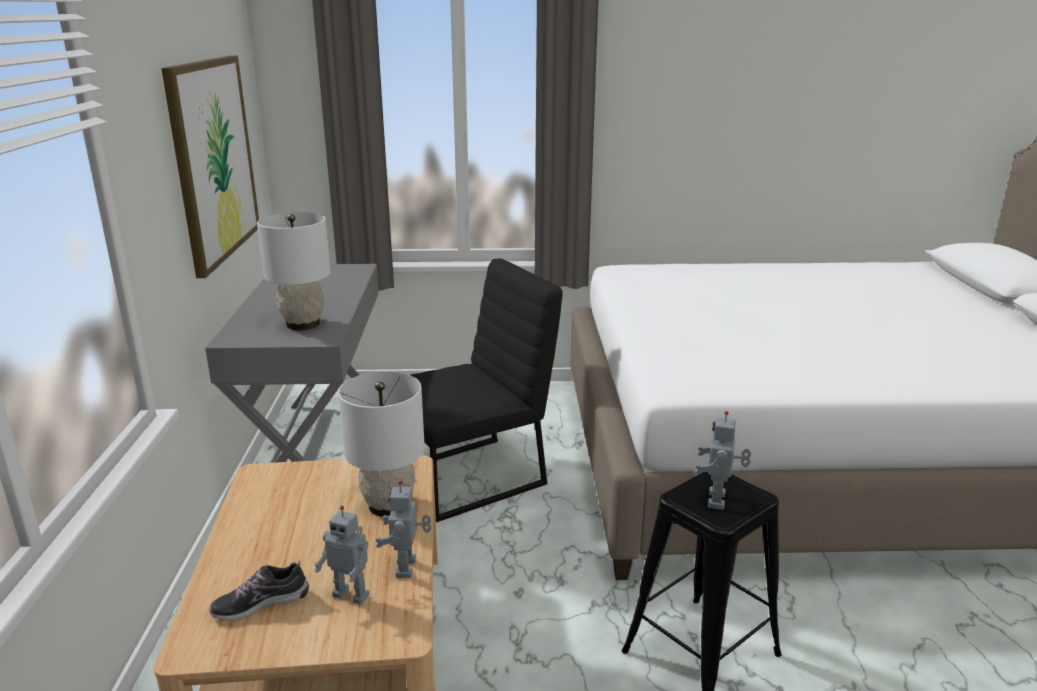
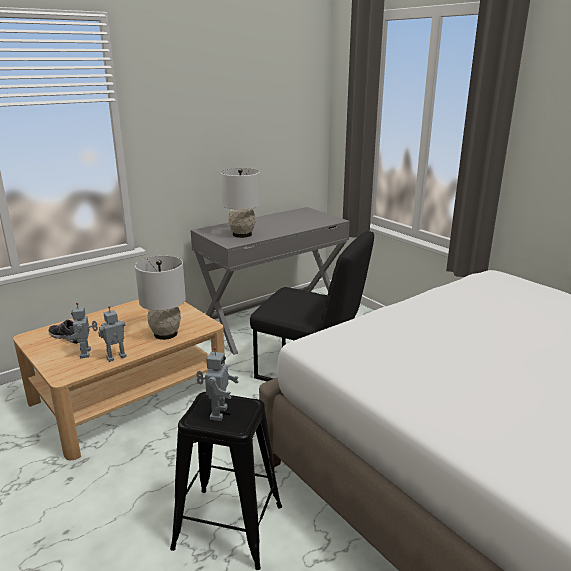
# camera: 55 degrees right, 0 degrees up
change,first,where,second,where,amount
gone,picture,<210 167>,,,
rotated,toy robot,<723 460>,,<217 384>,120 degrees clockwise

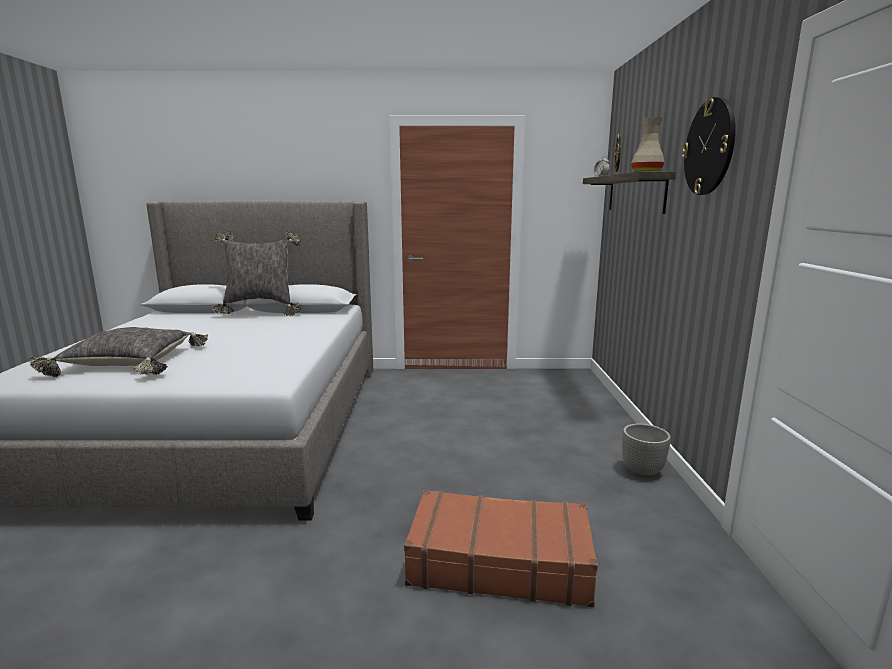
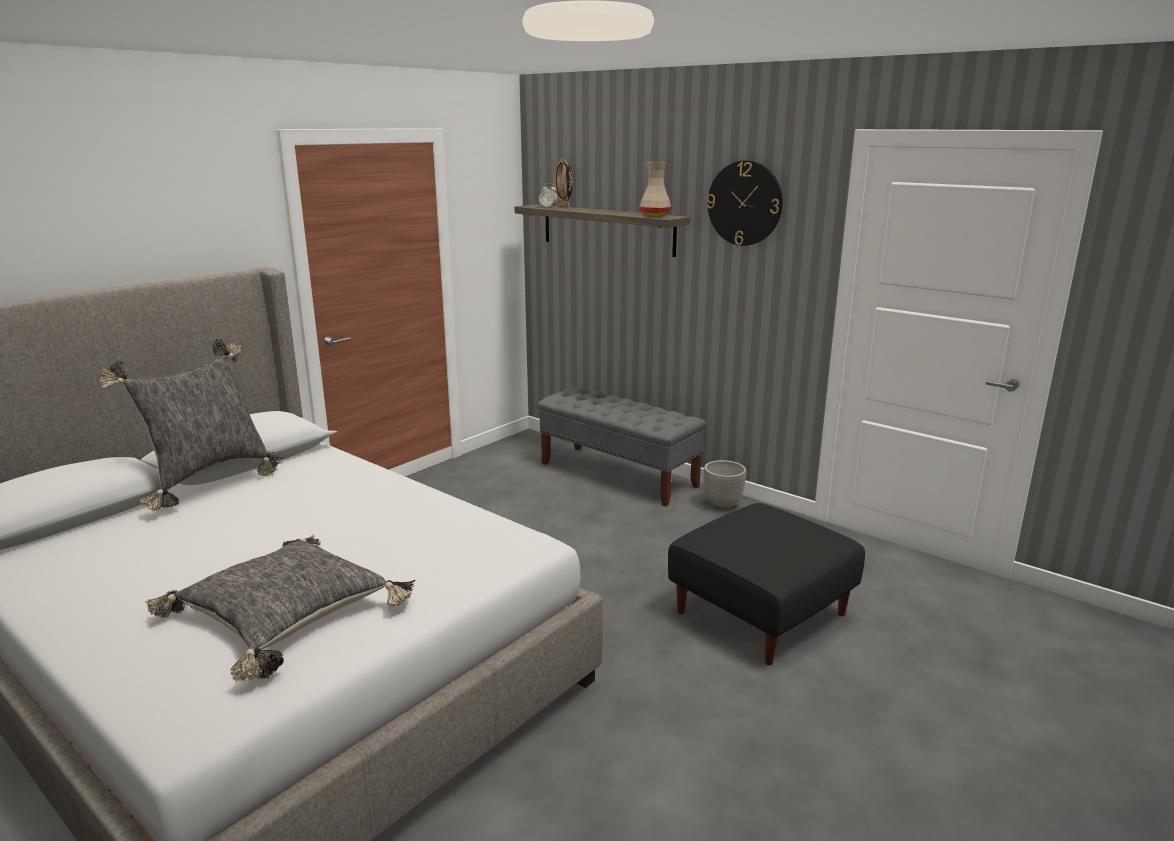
# camera: 50 degrees left, 5 degrees up
change,first,where,second,where,amount
new,,,bench in grey,<622 447>,
swapped,suitcase in brown,<501 549>,ottoman in black,<766 584>,

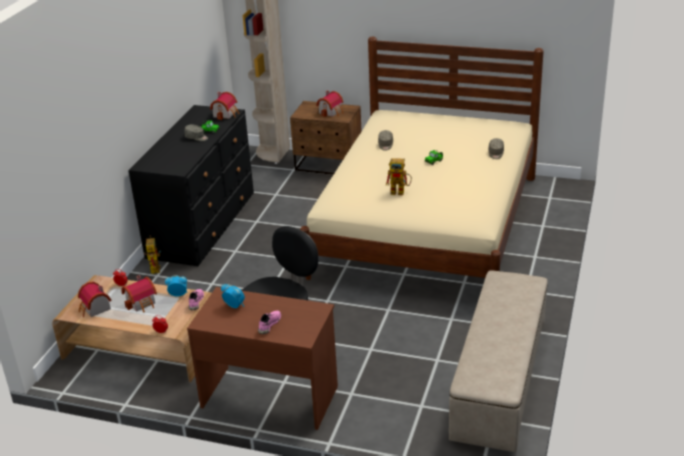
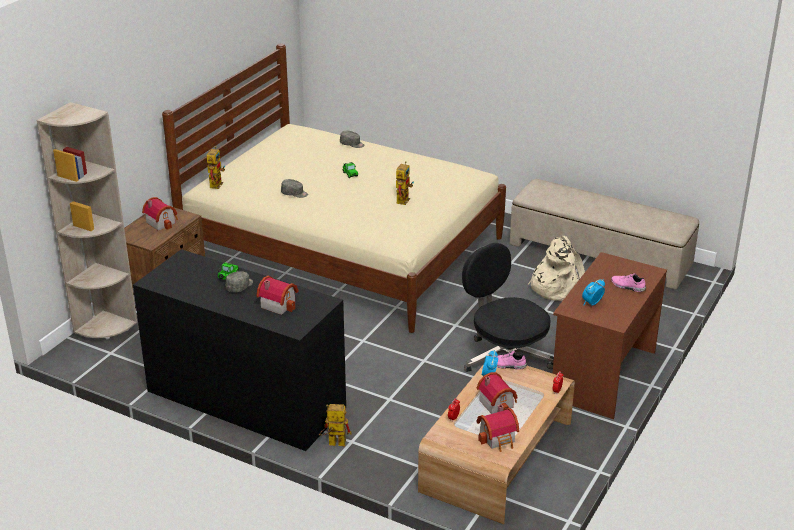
# camera: 80 degrees left, 0 degrees up
change,first,where,second,where,amount
new,,,toy robot,<216 167>,
new,,,backpack in beige,<556 268>,
shifted,toy house,<224 106>,,<277 295>,

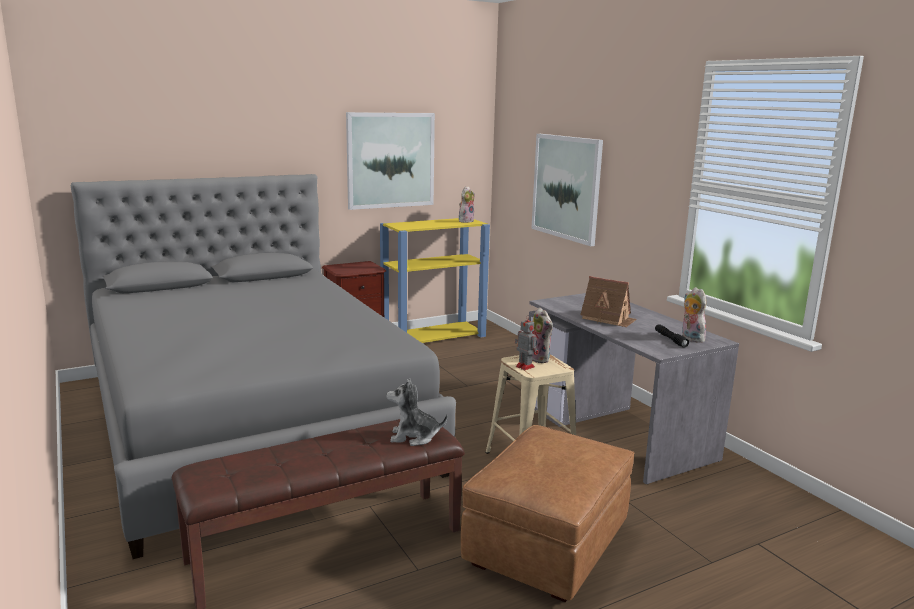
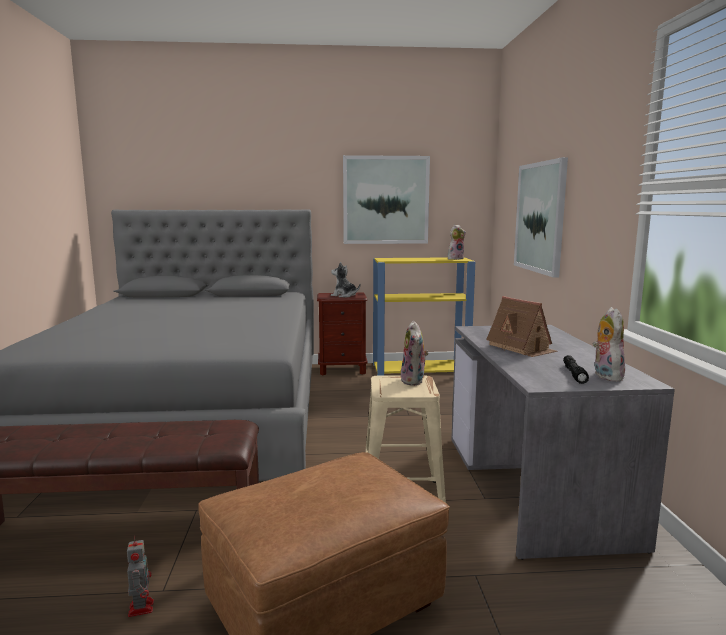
# camera: 25 degrees right, 5 degrees down
change,first,where,second,where,amount
shifted,plush toy,<417 412>,,<345 279>,
shifted,toy robot,<527 342>,,<140 576>,

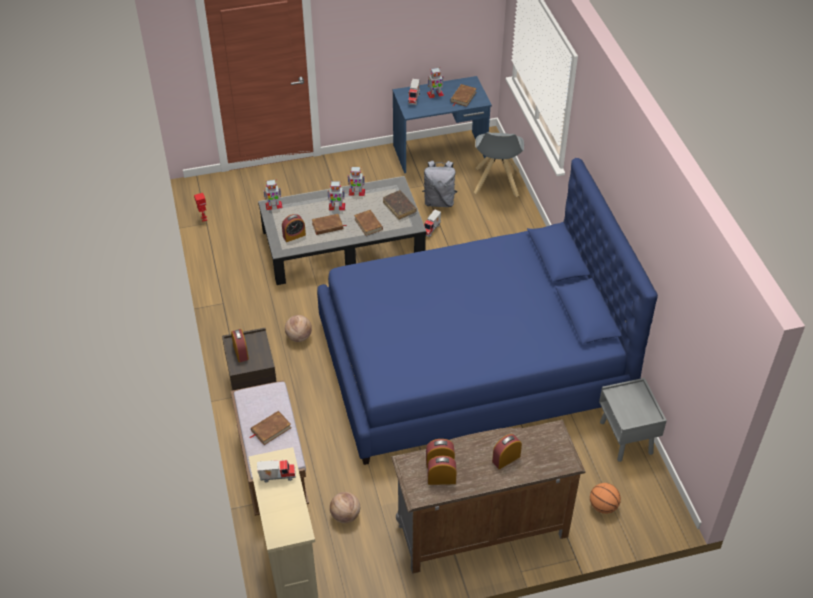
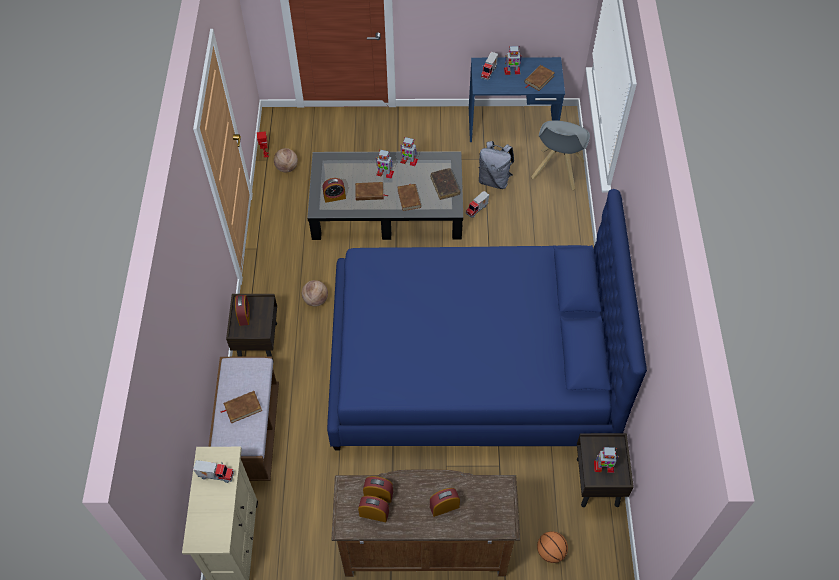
# camera: 15 degrees right, 10 degrees up
change,first,where,second,where,amount
shifted,toy robot,<273 195>,,<606 460>,
shifted,basketball,<345 507>,,<286 160>,
repainted,nightstand in grey,<633 420>,nightstand in brown,<605 470>,

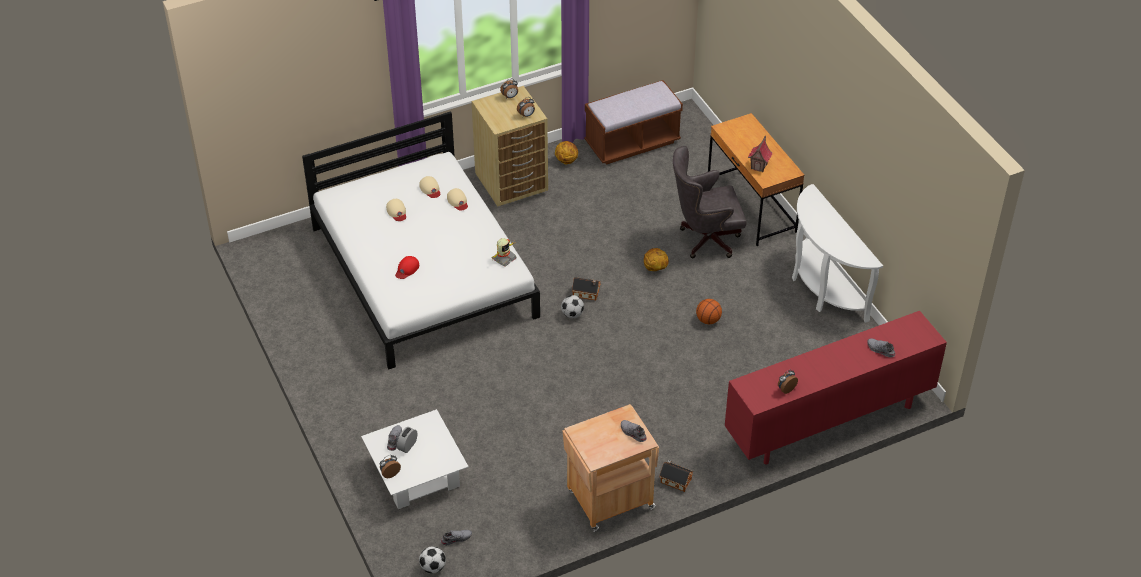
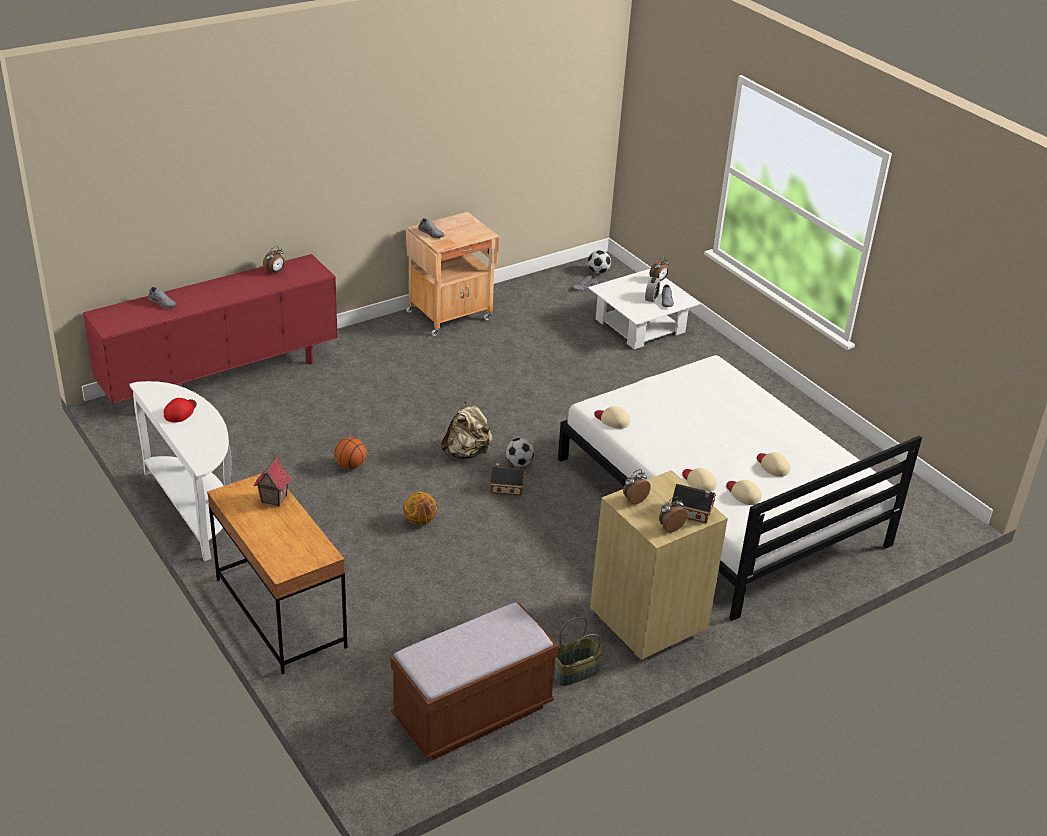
# camera: 170 degrees right, 10 degrees down
change,first,where,second,where,amount
gone,office chair in grey,<710 202>,,,
new,,,backpack in beige,<467 430>,
shifted,cap in red,<407 267>,,<180 410>,
shifted,toy house,<676 476>,,<693 503>,
swapped,toy robot,<504 252>,cap in beige,<612 417>,
swapped,basketball,<566 153>,basket,<578 651>,

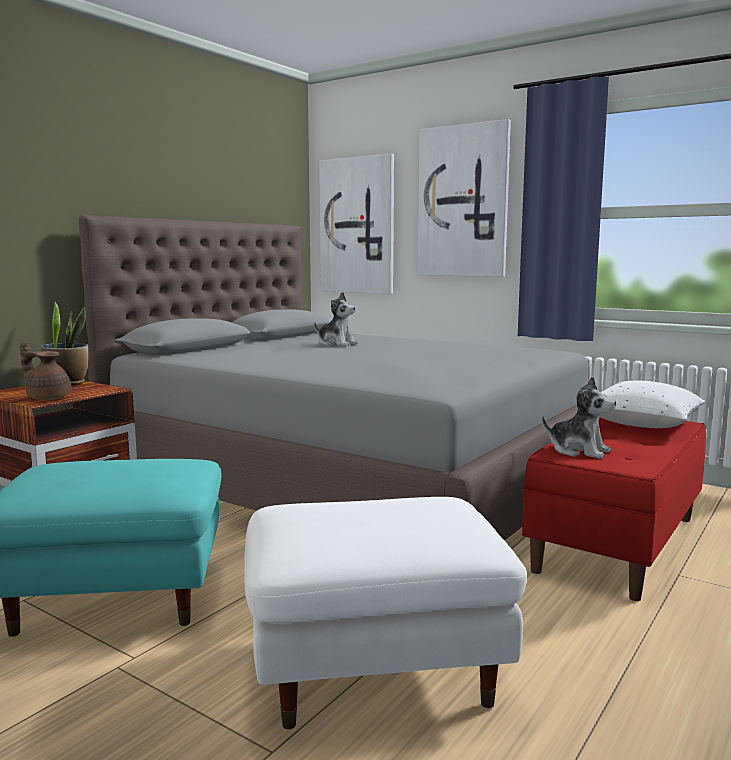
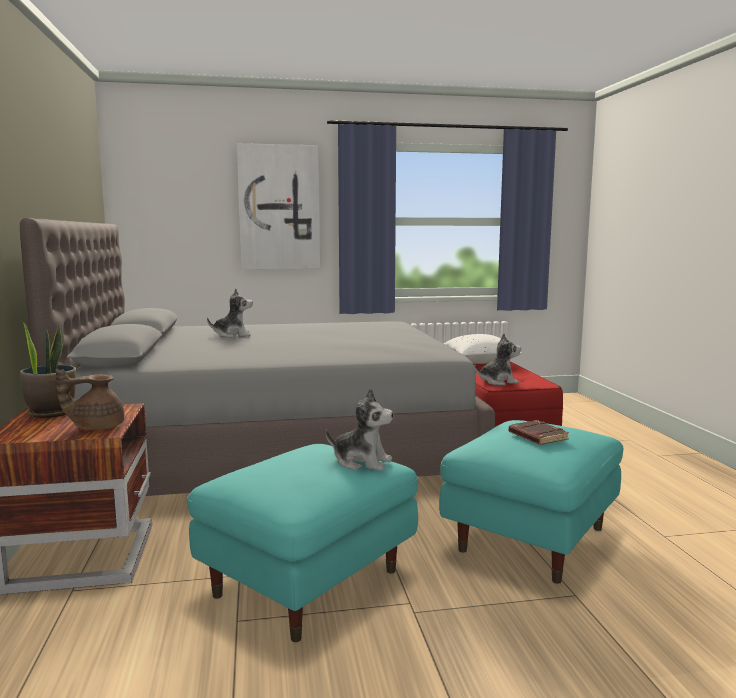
# camera: 45 degrees left, 0 degrees up
change,first,where,second,where,amount
gone,picture,<356 223>,,,
new,,,plush toy,<360 429>,
new,,,book in brown,<539 432>,
repainted,ottoman in white,<385 613>,ottoman in turquoise,<531 502>,

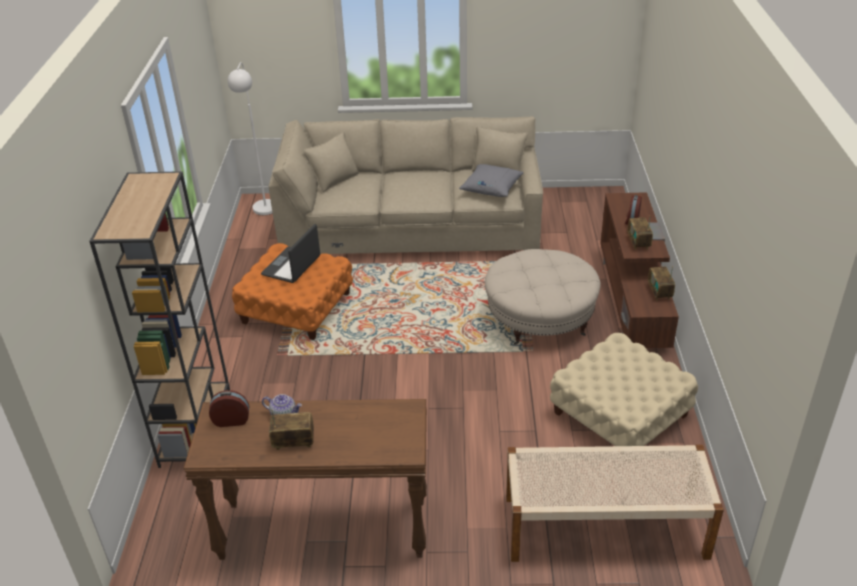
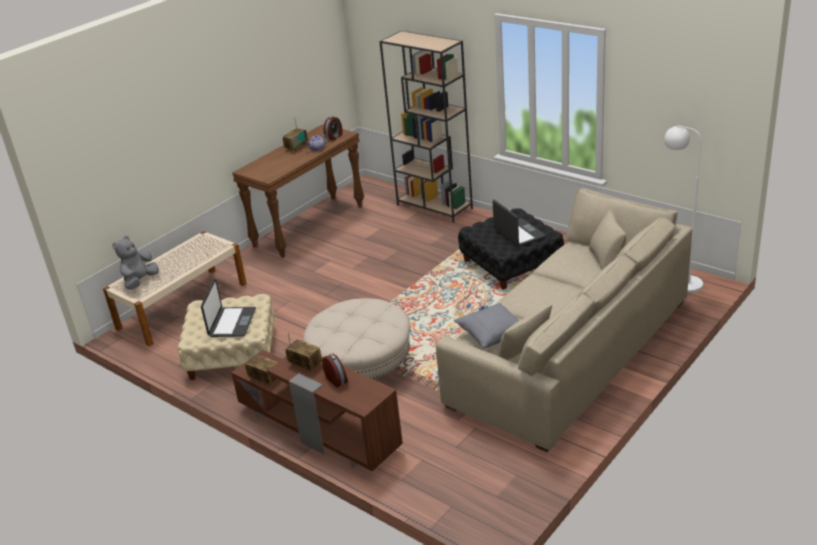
# camera: 130 degrees right, 5 degrees down
change,first,where,second,where,amount
new,,,plush toy in grey,<135 263>,
new,,,laptop,<228 308>,
repainted,ottoman in orange,<292 291>,ottoman in black,<511 249>,

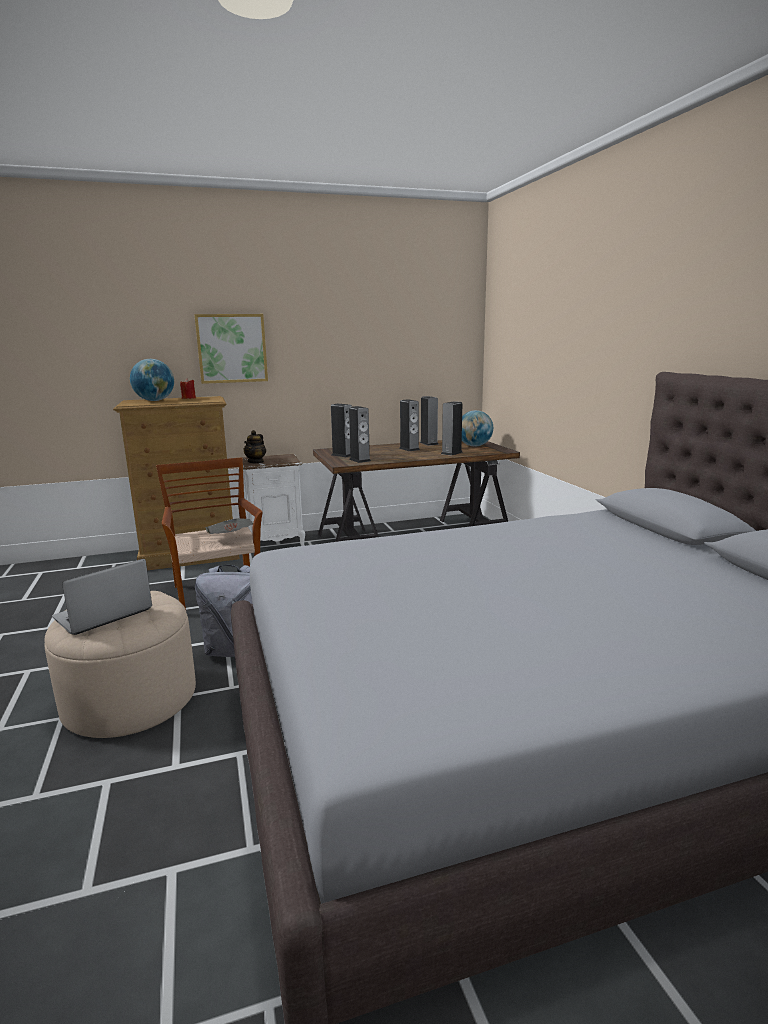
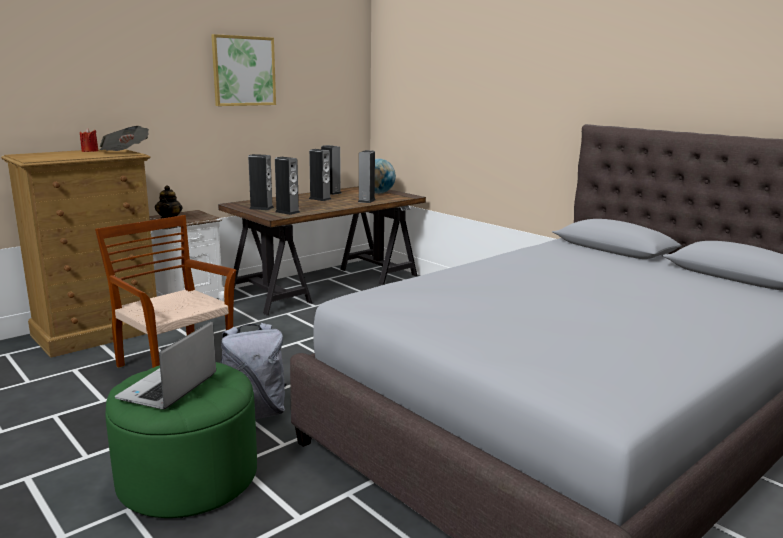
# camera: 25 degrees left, 0 degrees up
change,first,where,second,where,amount
gone,globe,<152 380>,,,
shifted,picture,<231 349>,,<243 70>,
shifted,newspaper,<229 526>,,<124 138>,
repainted,ottoman in beige,<120 664>,ottoman in green,<181 440>,

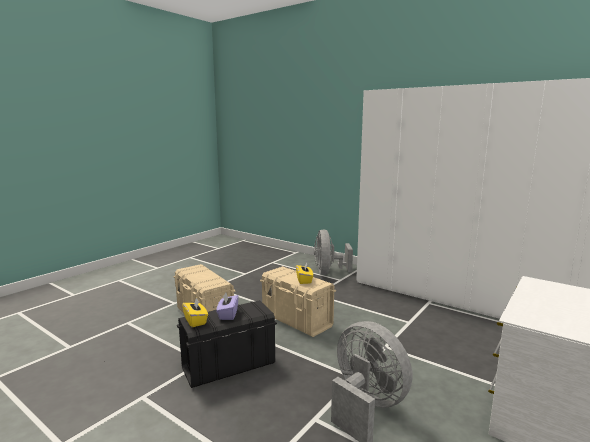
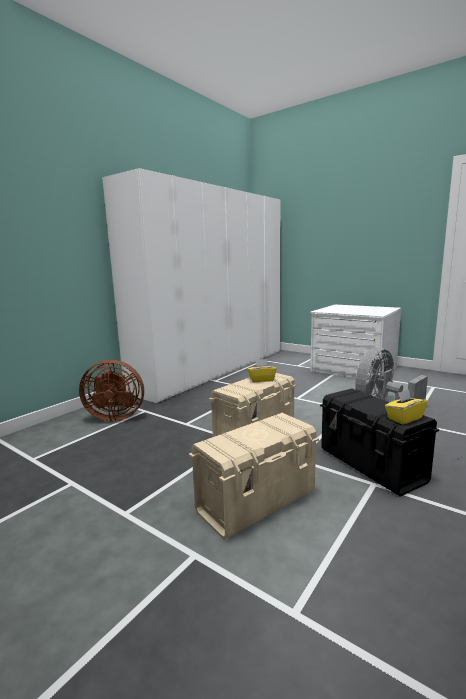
# camera: 90 degrees left, 0 degrees up
change,first,where,second,where,amount
gone,tissue box in purple,<227 306>,,,
repainted,fan in grey,<333 252>,fan in brown,<111 390>,

